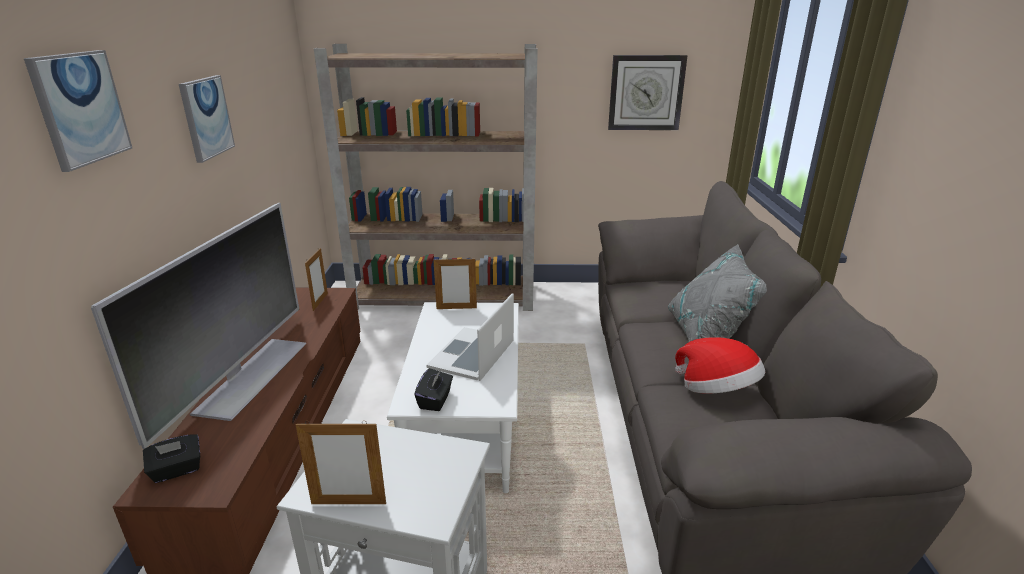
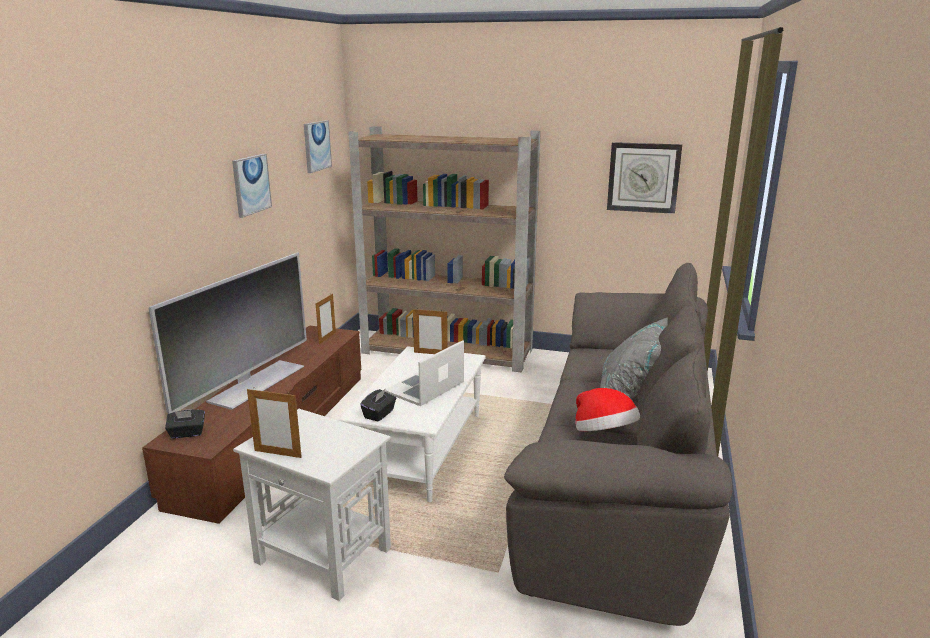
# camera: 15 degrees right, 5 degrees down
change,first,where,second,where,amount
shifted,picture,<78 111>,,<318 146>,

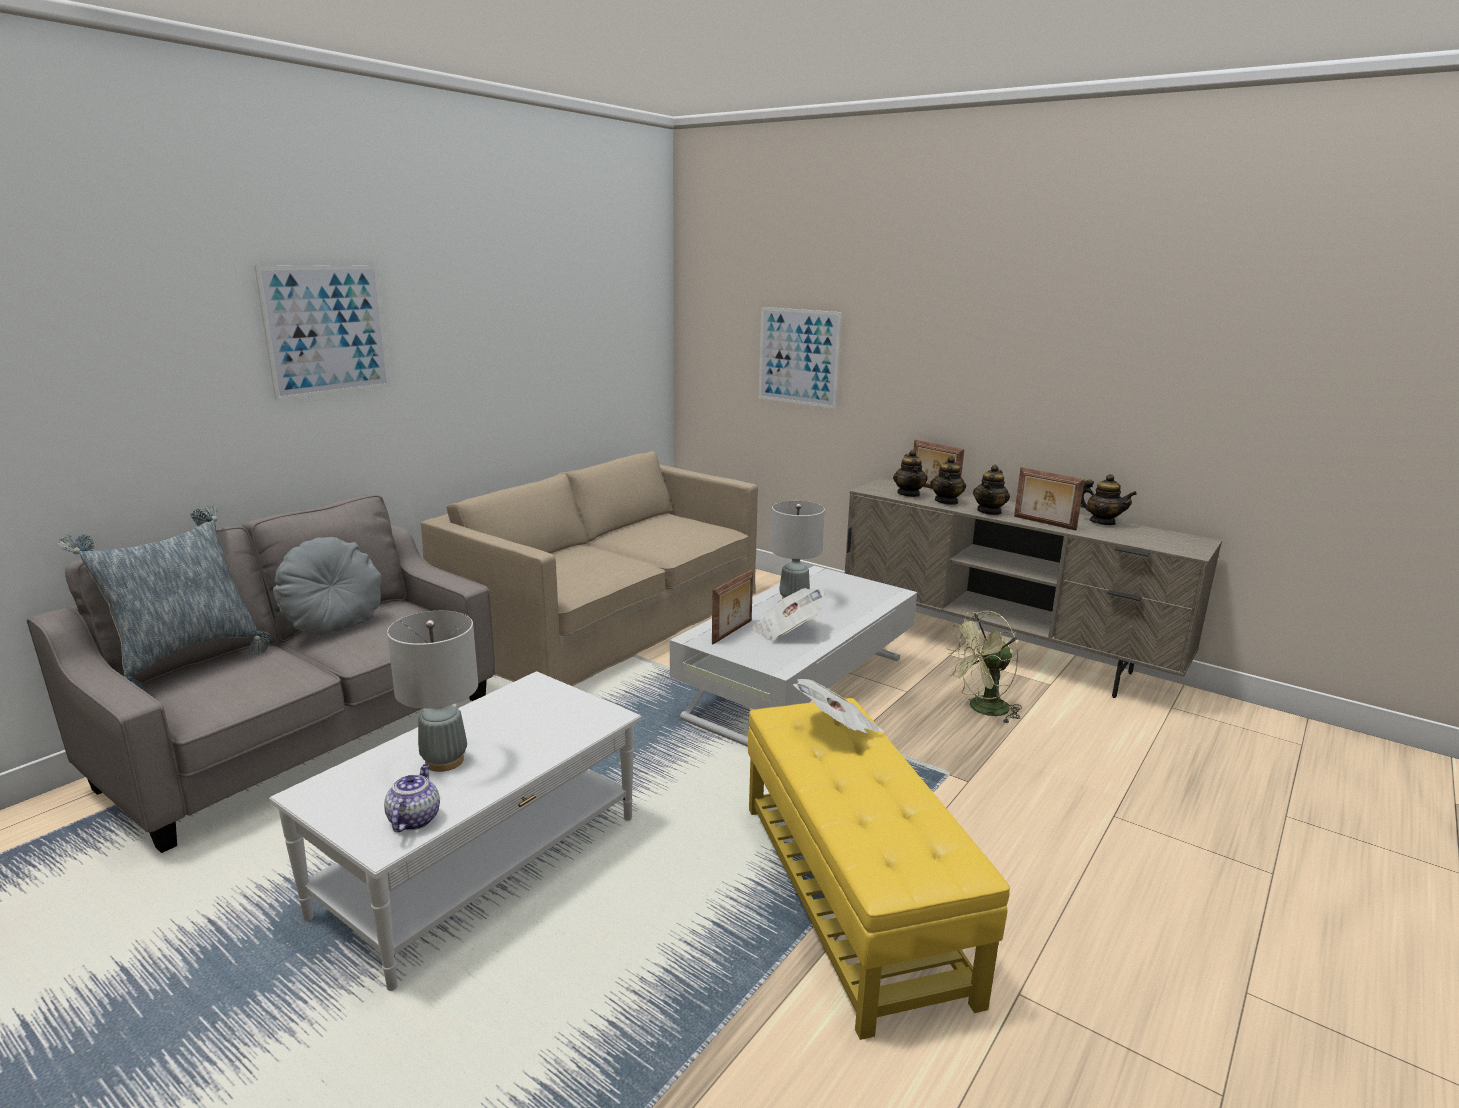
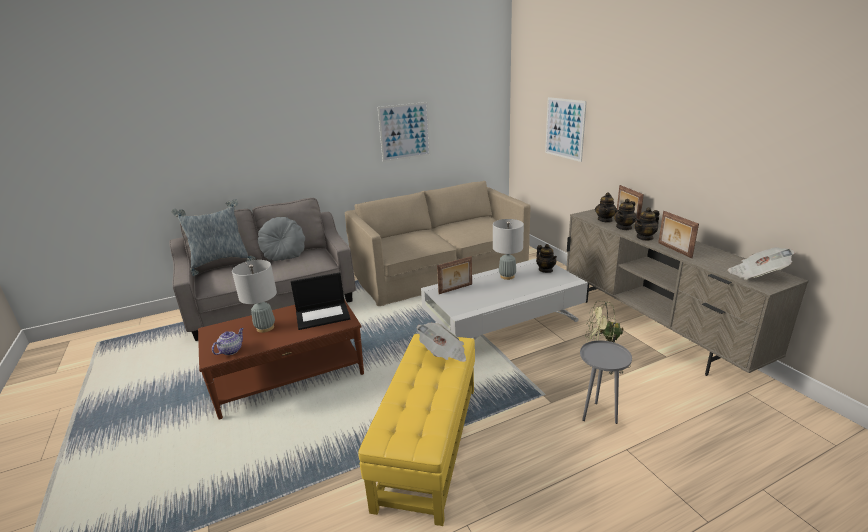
# camera: 30 degrees right, 5 degrees up
change,first,where,second,where,amount
new,,,laptop,<320 301>,
new,,,side table in grey,<606 382>,
shifted,picture,<322 333>,,<404 132>,
shifted,newspaper,<788 613>,,<761 263>,
shifted,teapot,<1109 499>,,<546 258>,
repainted,coffee table in white,<455 831>,coffee table in brown,<281 359>,

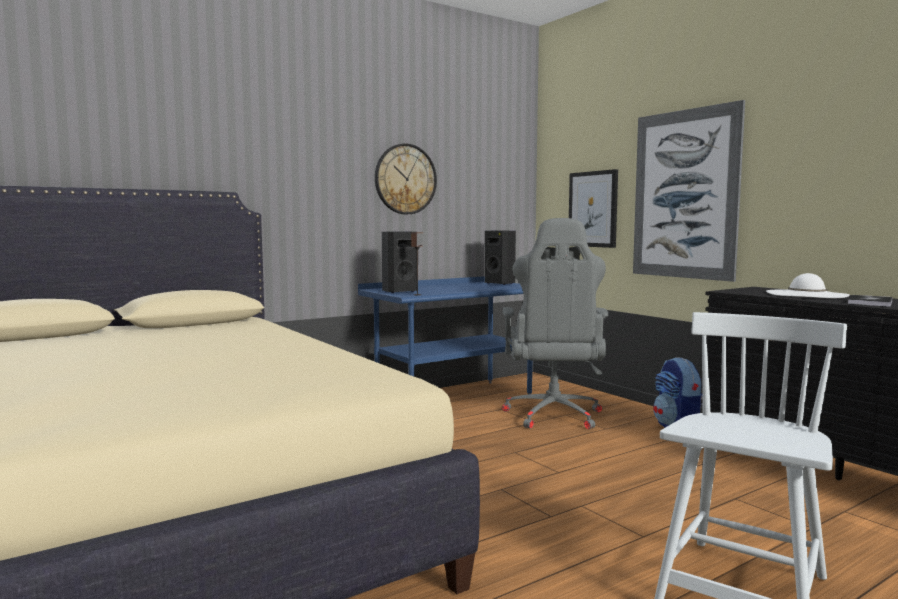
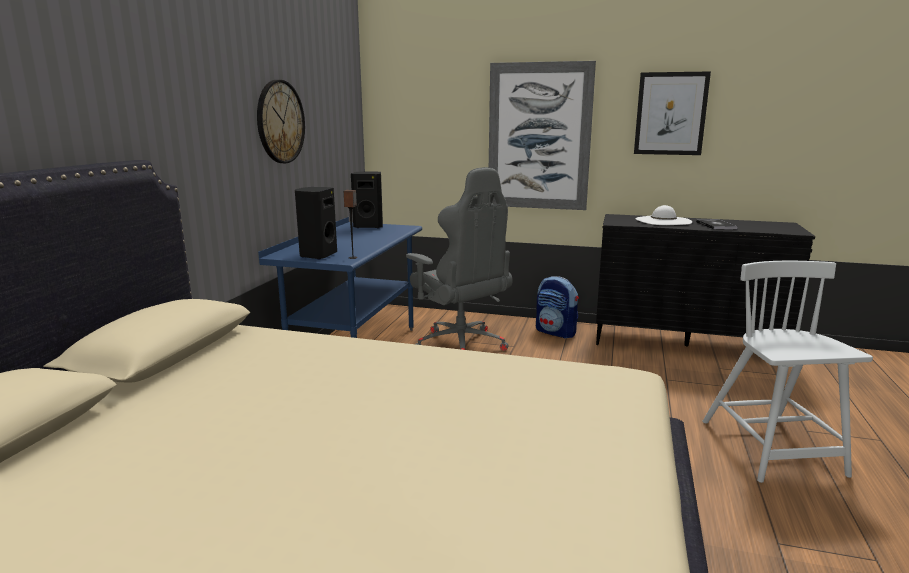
# camera: 40 degrees left, 10 degrees up
change,first,where,second,where,amount
shifted,picture,<593 208>,,<672 113>,

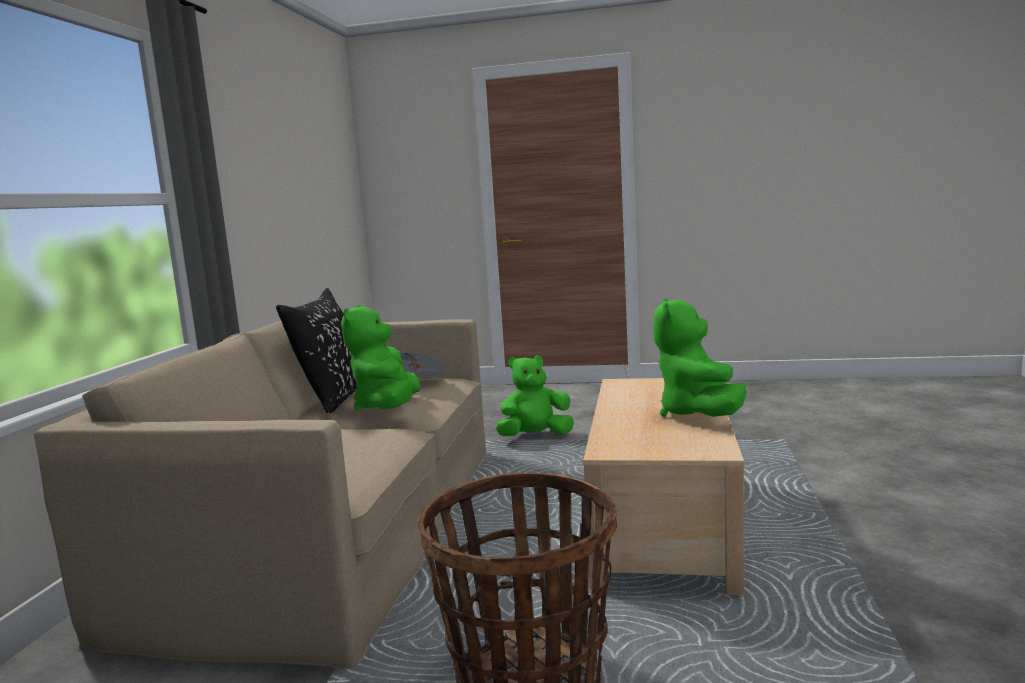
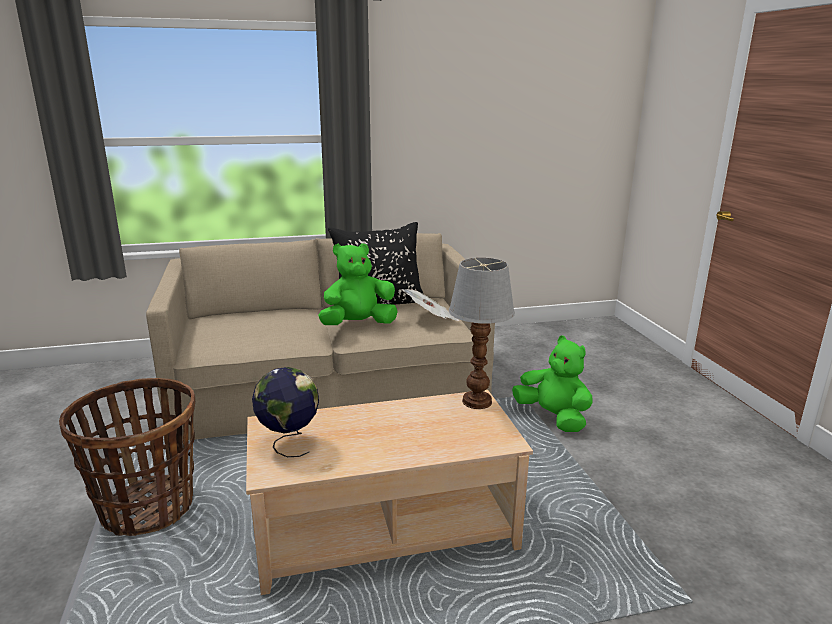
# camera: 65 degrees right, 10 degrees up
change,first,where,second,where,amount
gone,plush toy in green,<700 357>,,,
new,,,globe,<285 412>,
new,,,table lamp,<482 333>,

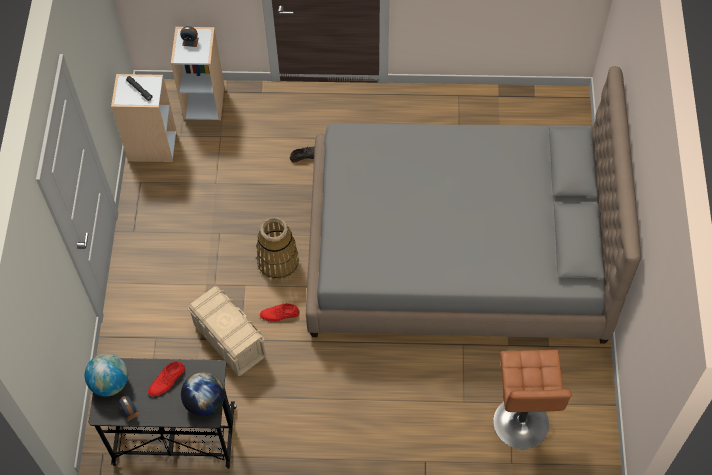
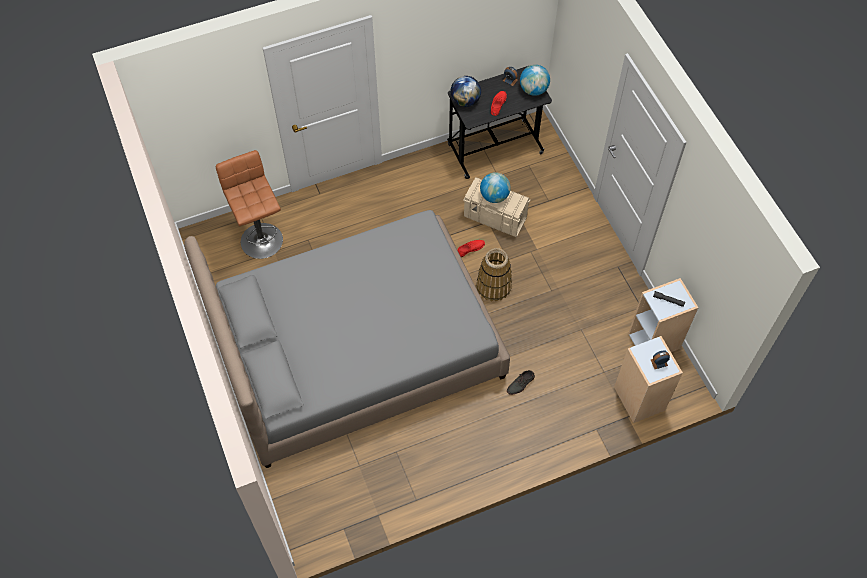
# camera: 155 degrees right, 0 degrees up
change,first,where,second,where,amount
new,,,globe,<495 187>,

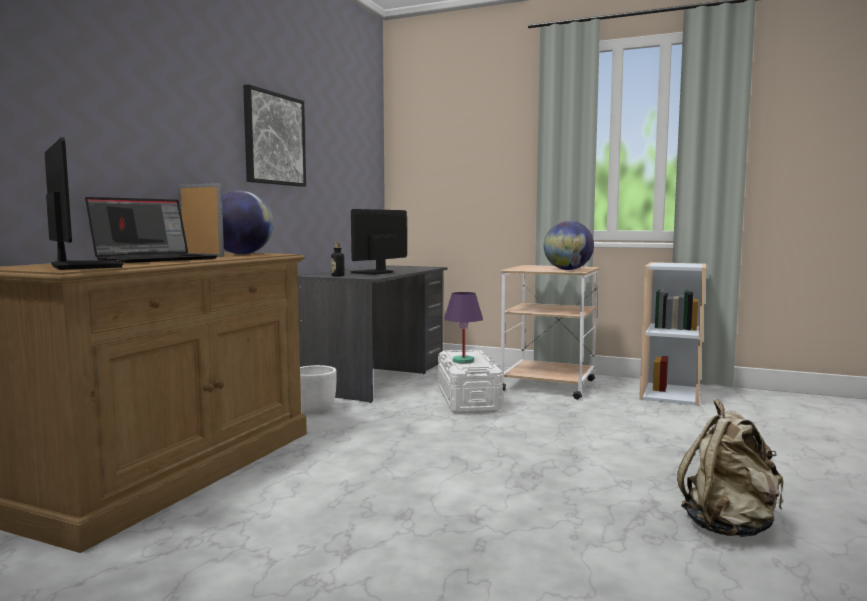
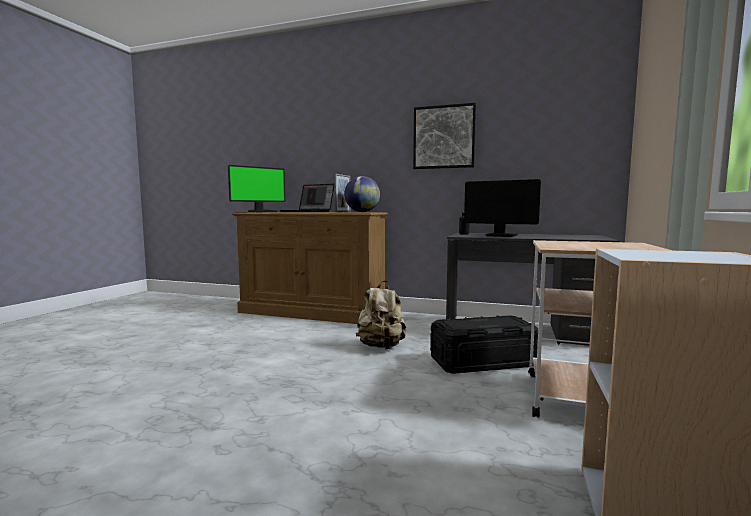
# camera: 85 degrees right, 0 degrees up
change,first,where,second,where,amount
gone,planter in white,<318 389>,,,
gone,table lamp in purple,<463 328>,,,
gone,globe,<569 245>,,,
shifted,backpack in beige,<730 468>,,<381 315>,
repainted,storage box in white,<470 381>,storage box in black,<484 344>,

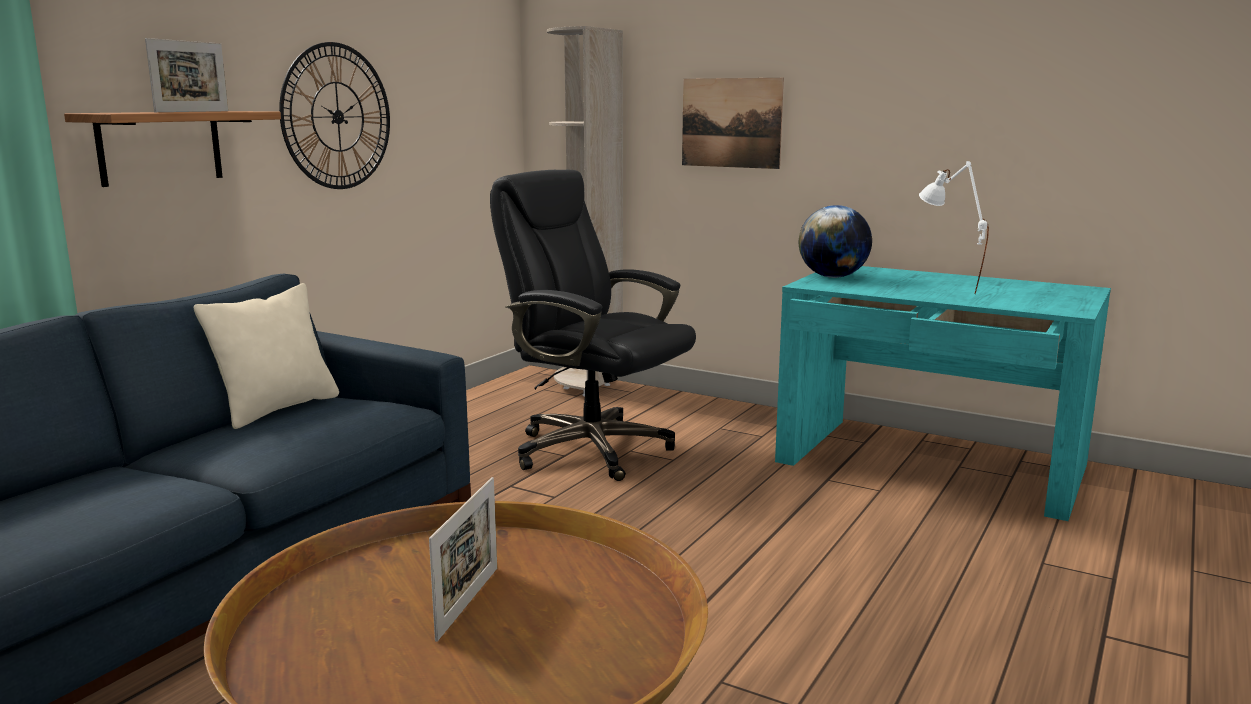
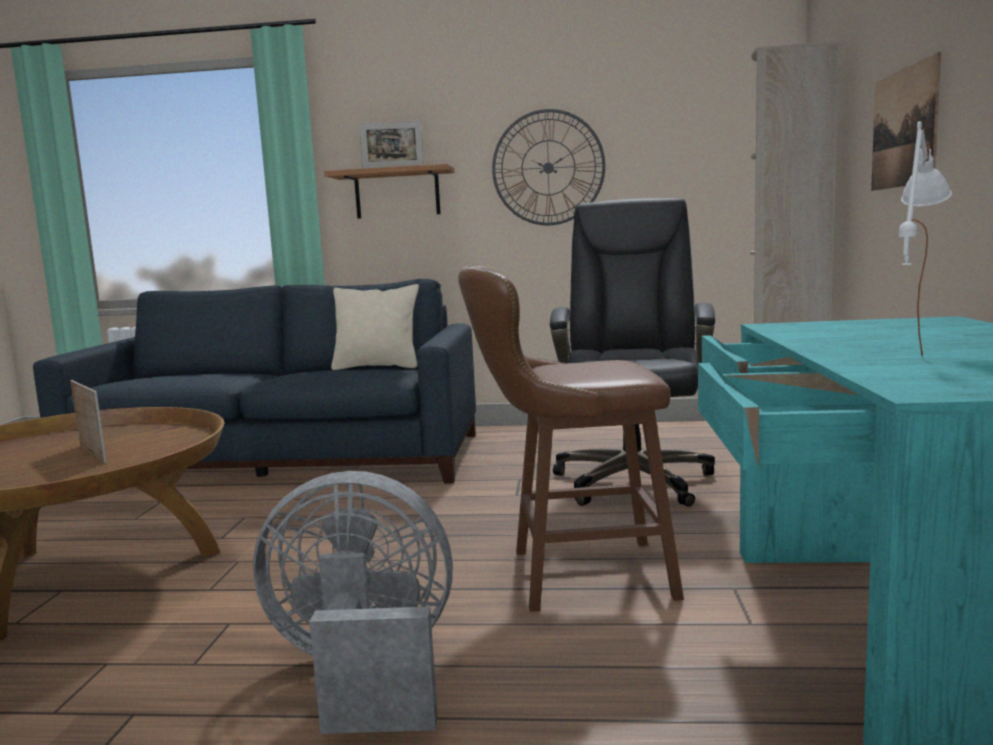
# camera: 65 degrees right, 5 degrees down
change,first,where,second,where,amount
gone,globe,<835 241>,,,
new,,,fan in grey,<353 602>,
new,,,stool in brown,<571 438>,
rotated,picture frame,<463 559>,,<89 421>,120 degrees counterclockwise

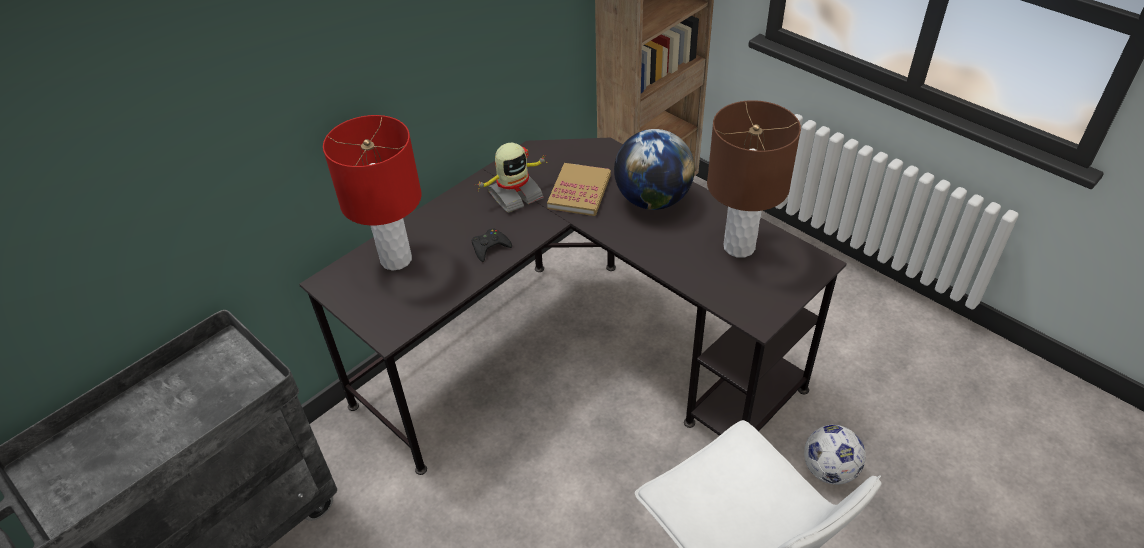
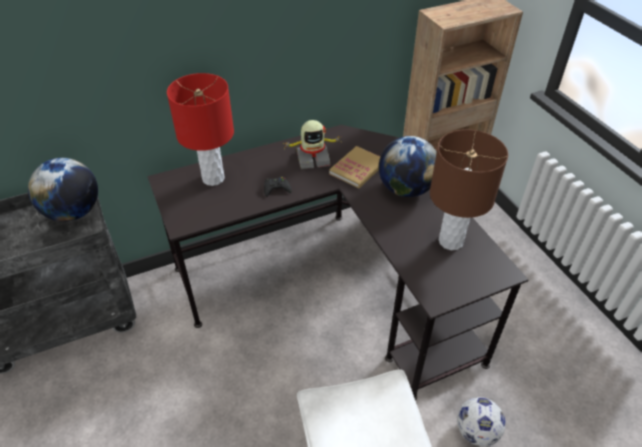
# camera: 20 degrees right, 0 degrees up
change,first,where,second,where,amount
new,,,globe,<63 190>,

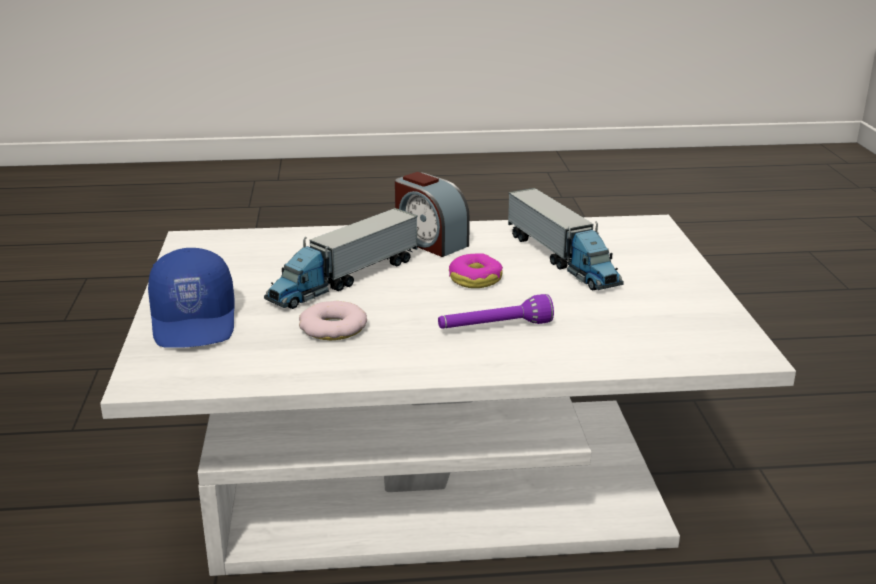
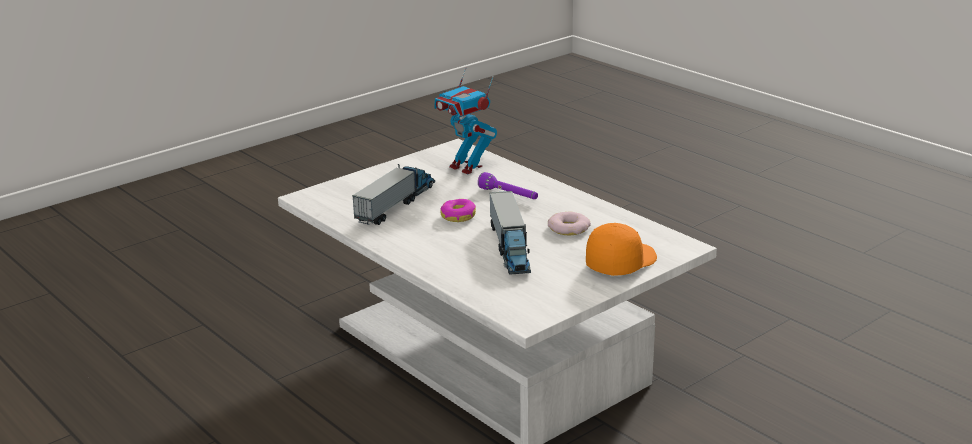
# camera: 125 degrees left, 0 degrees up
change,first,where,second,where,amount
gone,alarm clock,<432 214>,,,
new,,,toy robot,<465 121>,
repainted,cap in blue,<191 298>,cap in orange,<621 249>,
rotated,toy truck,<341 258>,,<510 233>,75 degrees clockwise

